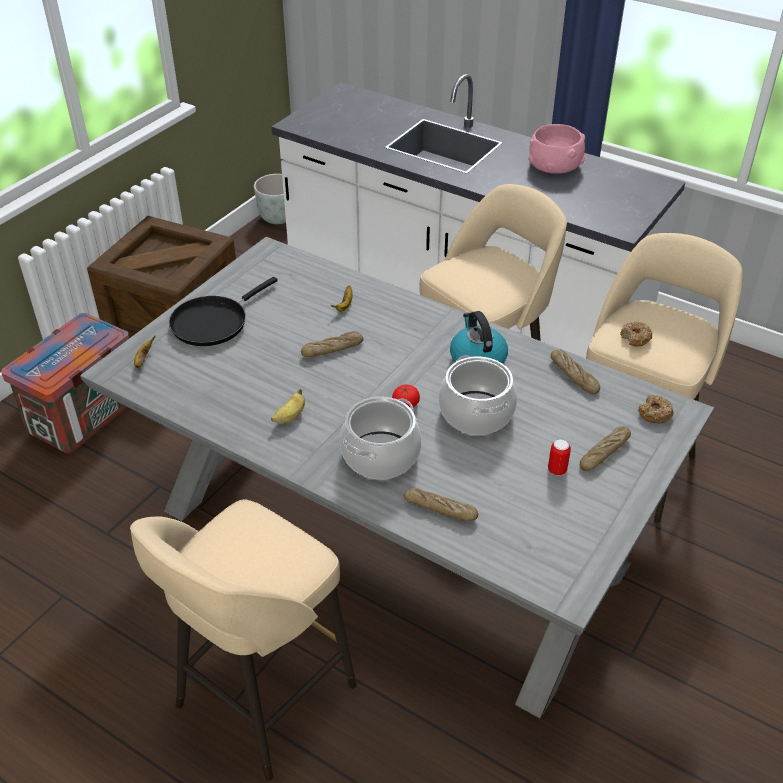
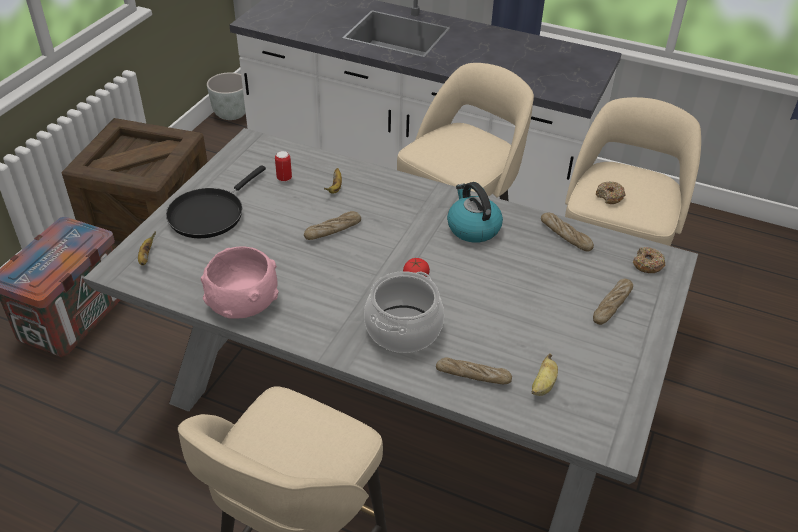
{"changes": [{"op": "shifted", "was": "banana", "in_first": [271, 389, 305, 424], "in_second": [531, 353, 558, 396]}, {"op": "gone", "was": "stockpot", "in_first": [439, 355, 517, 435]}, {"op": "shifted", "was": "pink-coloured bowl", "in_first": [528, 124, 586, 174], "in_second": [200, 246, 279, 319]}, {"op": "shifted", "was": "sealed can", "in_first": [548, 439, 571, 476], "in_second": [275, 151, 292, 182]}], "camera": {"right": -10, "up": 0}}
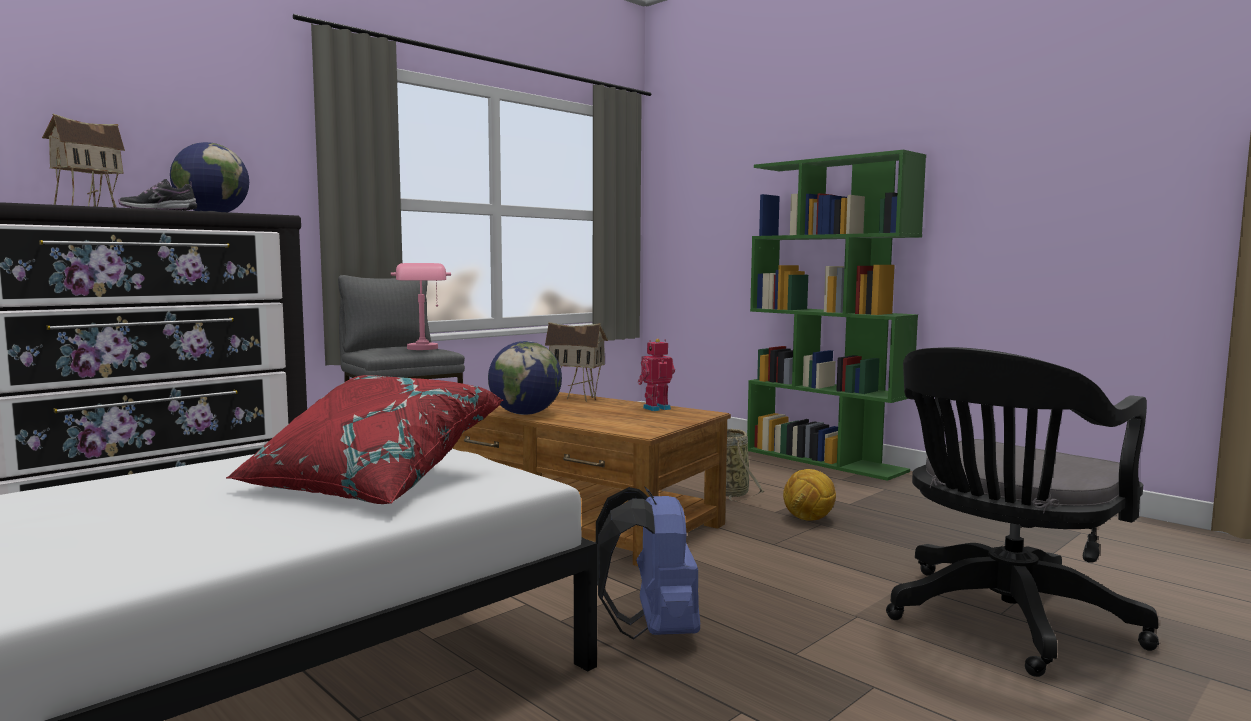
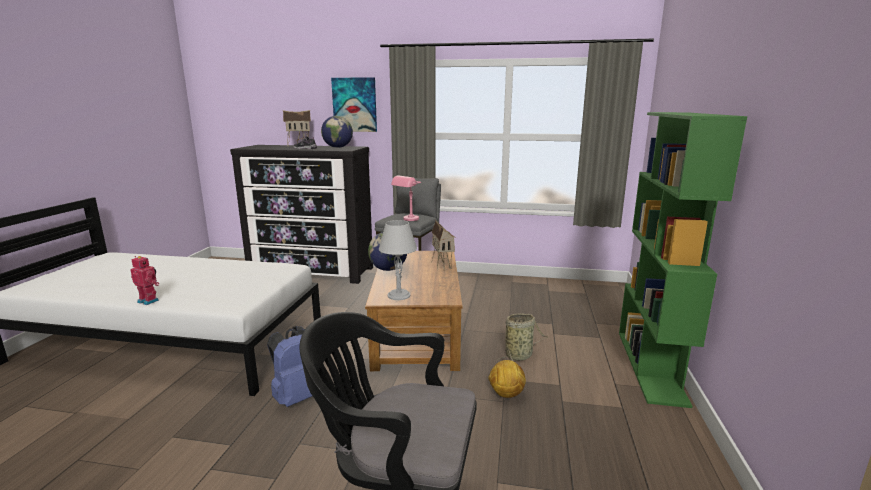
{"changes": [{"op": "gone", "was": "reddish throw pillow", "in_first": [226, 375, 504, 504]}, {"op": "shifted", "was": "robot figure", "in_first": [638, 339, 675, 411], "in_second": [130, 256, 159, 305]}, {"op": "new", "now": "picture", "in_second": [331, 77, 377, 132]}, {"op": "new", "now": "greyish table lamp", "in_second": [379, 220, 417, 300]}], "camera": {"right": 55, "up": 10}}
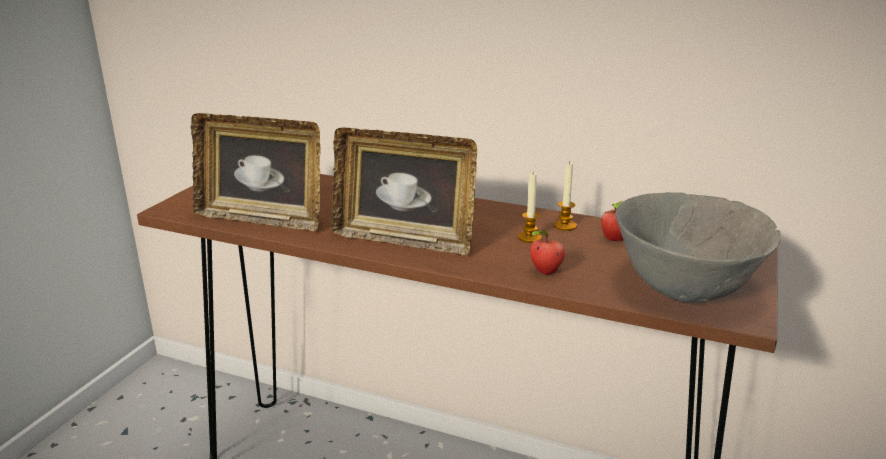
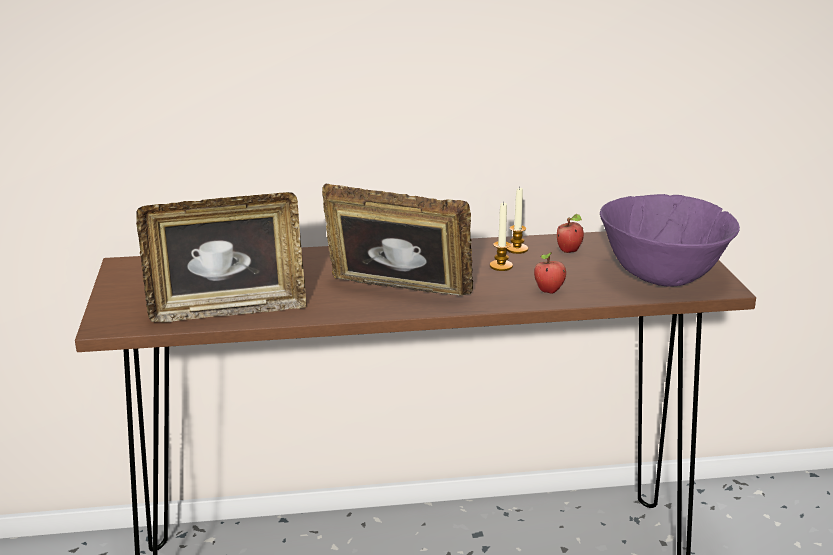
{"changes": [{"op": "rotated", "was": "picture frame", "in_first": [331, 127, 477, 255], "in_second": [322, 183, 473, 296], "clockwise": -150}, {"op": "repainted", "was": "greyish bowl", "now": "purplish bowl", "in_first": [616, 192, 781, 302], "in_second": [600, 194, 740, 287]}], "camera": {"right": -30, "up": 0}}
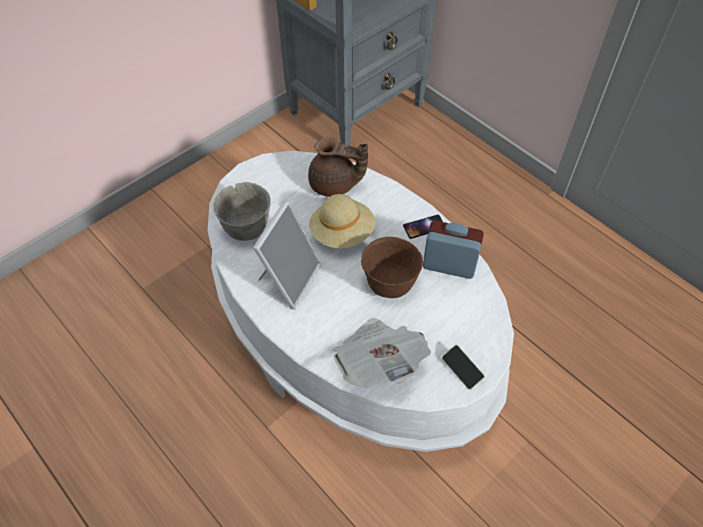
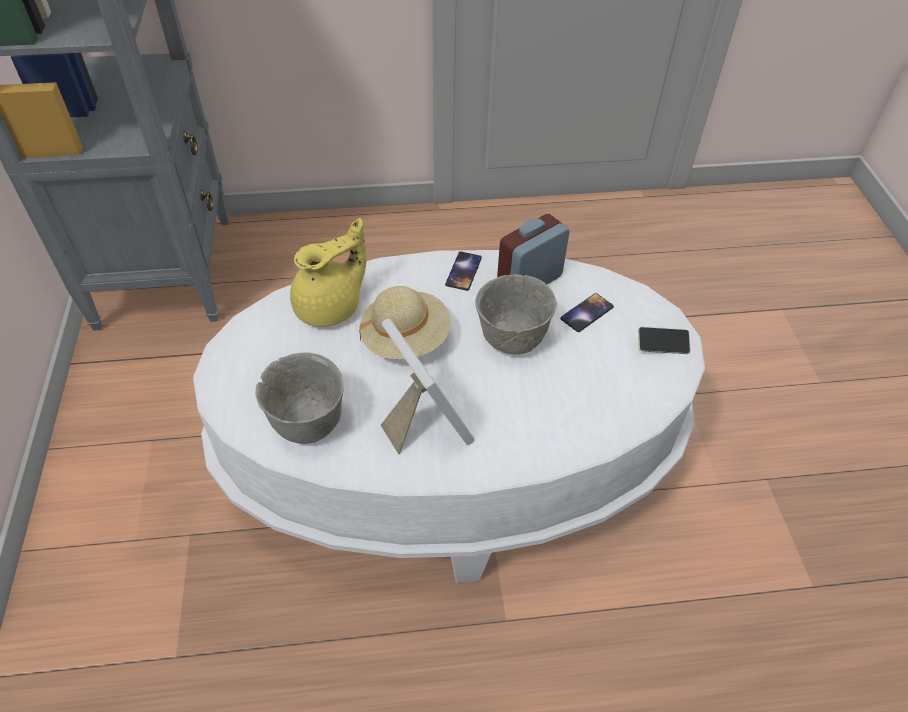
{"changes": [{"op": "repainted", "was": "brownish tea pot", "now": "yellow-coloured tea pot", "in_first": [308, 137, 368, 197], "in_second": [290, 218, 367, 327]}, {"op": "gone", "was": "newspaper", "in_first": [332, 318, 431, 388]}, {"op": "repainted", "was": "brownish bowl", "now": "greyish bowl", "in_first": [361, 237, 423, 298], "in_second": [475, 274, 557, 354]}, {"op": "new", "now": "phone", "in_second": [560, 293, 614, 332]}], "camera": {"right": -55, "up": -5}}
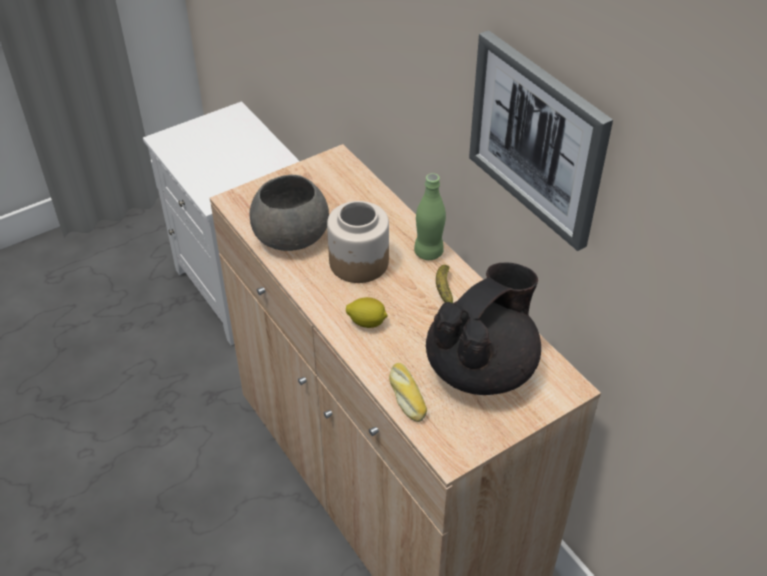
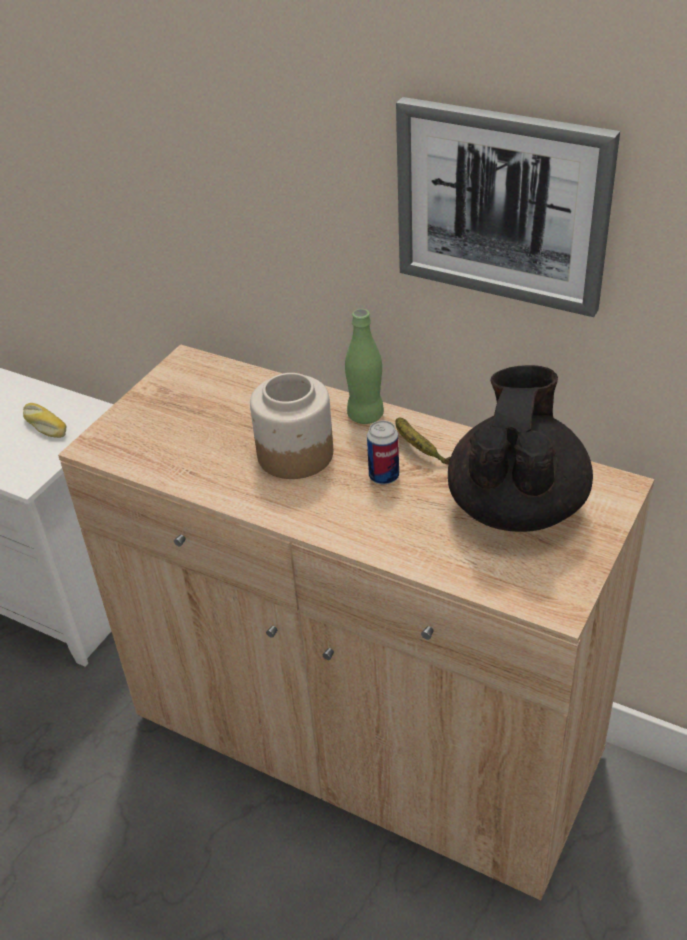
{"changes": [{"op": "gone", "was": "greyish bowl", "in_first": [250, 175, 329, 251]}, {"op": "gone", "was": "lemon", "in_first": [346, 297, 388, 328]}, {"op": "shifted", "was": "baked bread", "in_first": [389, 363, 427, 422], "in_second": [23, 403, 66, 438]}, {"op": "new", "now": "sealed can", "in_second": [367, 421, 399, 484]}], "camera": {"right": -25, "up": -5}}
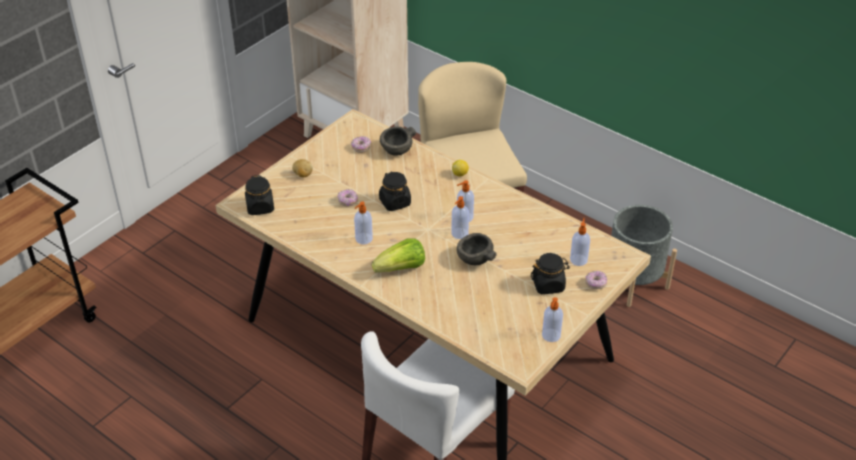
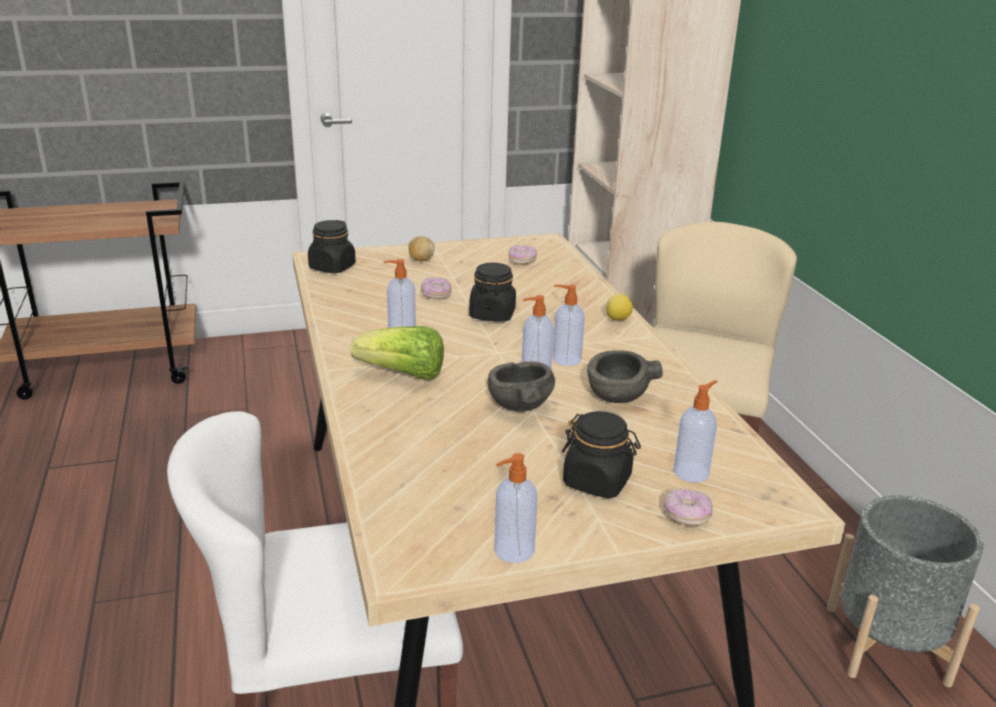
{"changes": [{"op": "shifted", "was": "greyish bowl", "in_first": [380, 126, 416, 156], "in_second": [587, 350, 663, 403]}], "camera": {"right": 35, "up": -15}}
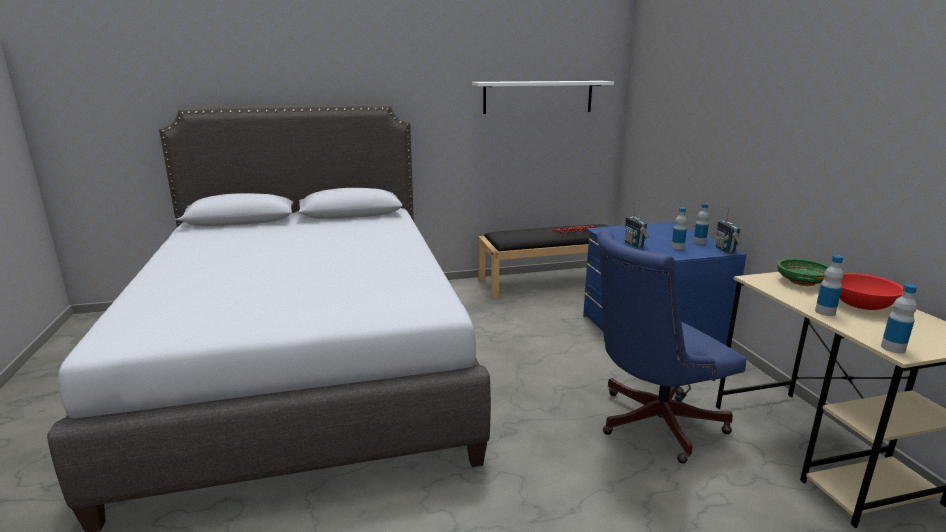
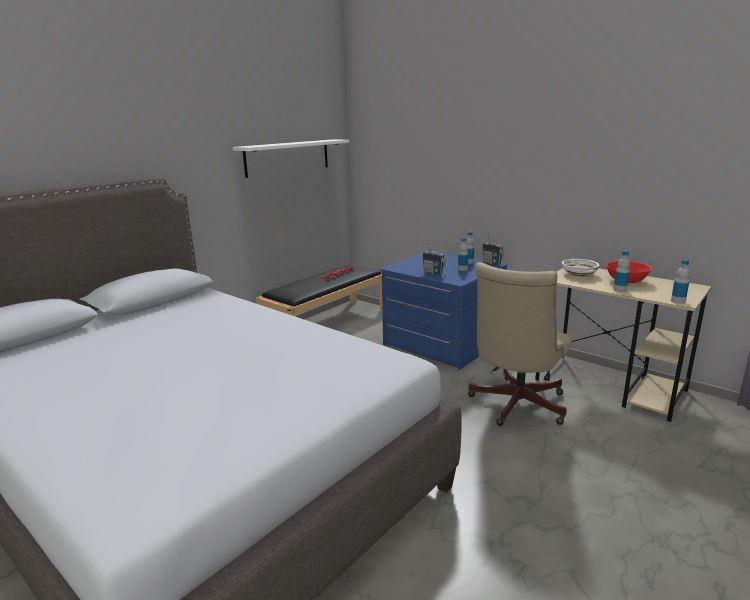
{"changes": [{"op": "repainted", "was": "blue-coloured office chair", "now": "sand-coloured office chair", "in_first": [597, 229, 746, 463], "in_second": [468, 262, 572, 426]}, {"op": "repainted", "was": "greenish bowl", "now": "whitish bowl", "in_first": [777, 258, 830, 286], "in_second": [562, 259, 600, 277]}], "camera": {"right": -35, "up": 0}}
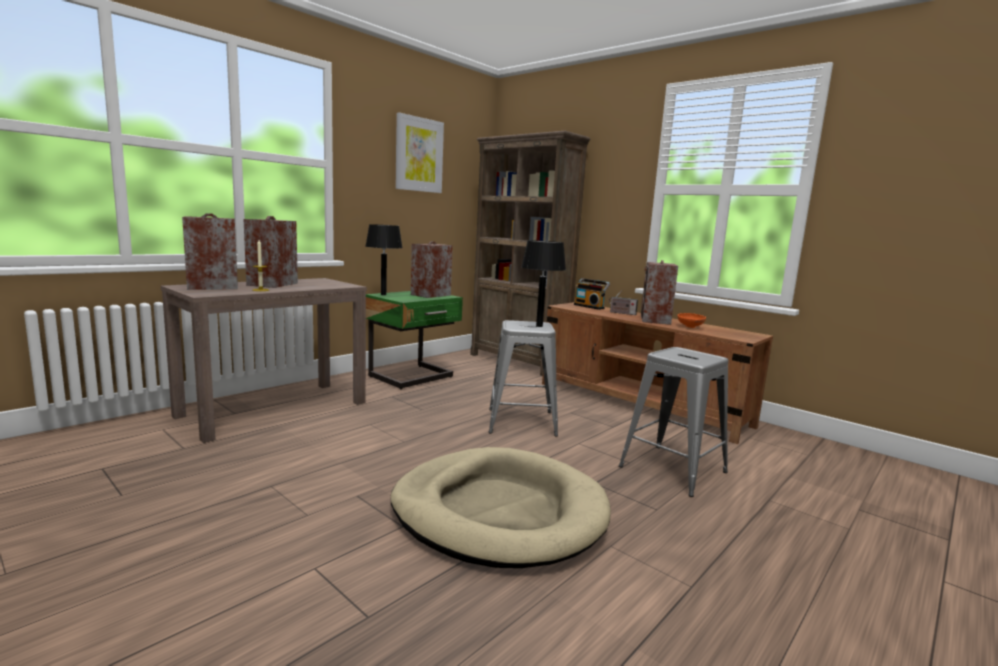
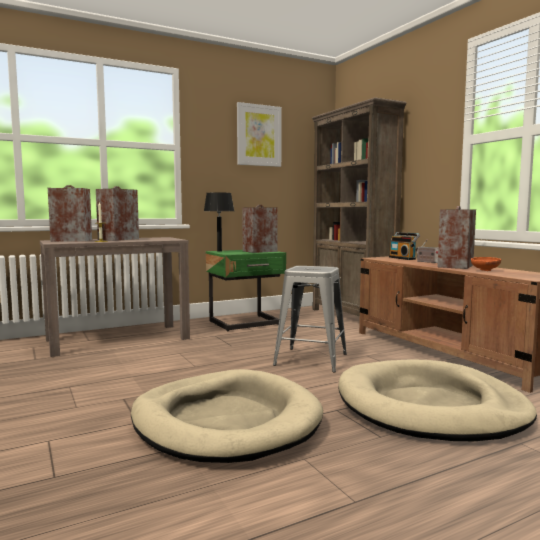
{"changes": [{"op": "gone", "was": "blackish table lamp", "in_first": [521, 240, 566, 327]}, {"op": "swapped", "was": "greyish sitting stool", "now": "sand-coloured pet bed", "in_first": [619, 347, 729, 497], "in_second": [338, 359, 537, 441]}], "camera": {"right": 20, "up": -5}}
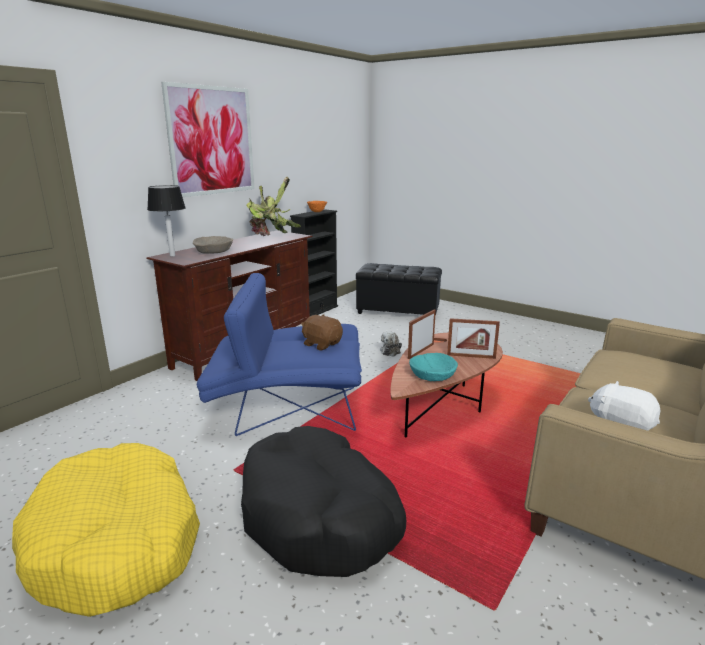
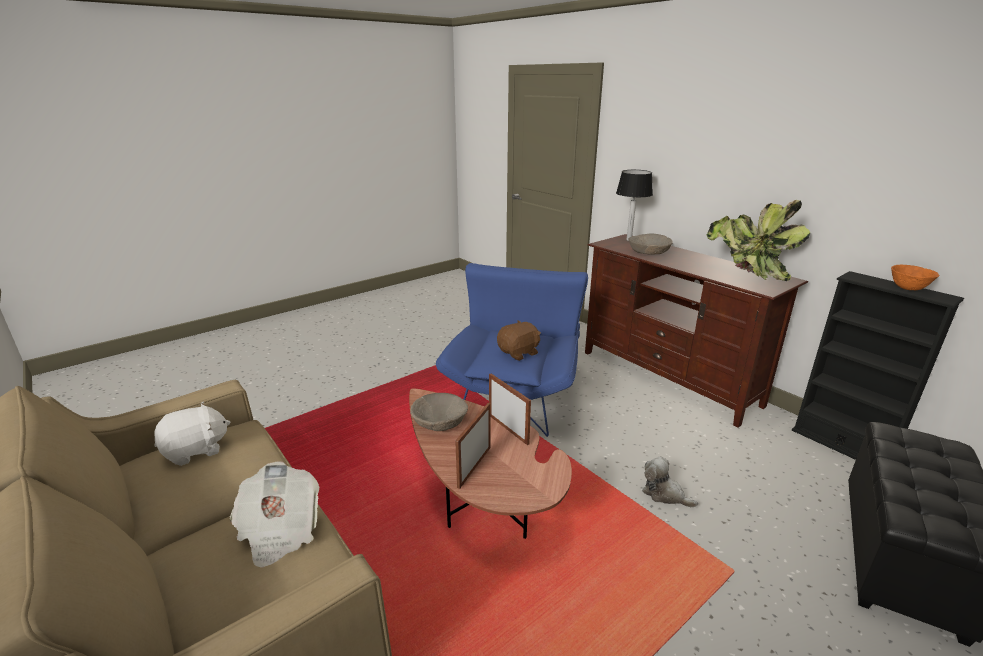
{"changes": [{"op": "gone", "was": "yellow-coloured pet bed", "in_first": [12, 443, 200, 617]}, {"op": "gone", "was": "picture", "in_first": [161, 82, 254, 197]}, {"op": "gone", "was": "blackish pet bed", "in_first": [241, 426, 406, 577]}, {"op": "repainted", "was": "turquoise bowl", "now": "sand-coloured bowl", "in_first": [409, 353, 458, 381], "in_second": [410, 393, 468, 431]}, {"op": "new", "now": "newspaper", "in_second": [230, 461, 319, 568]}], "camera": {"right": 105, "up": 5}}
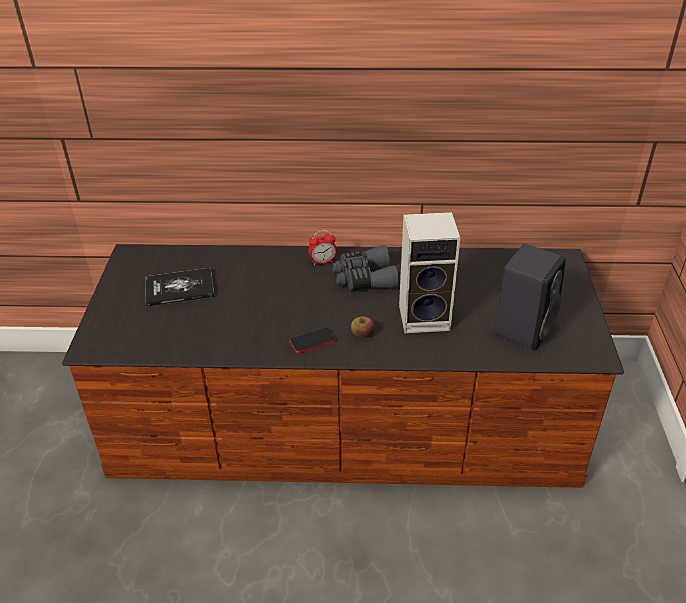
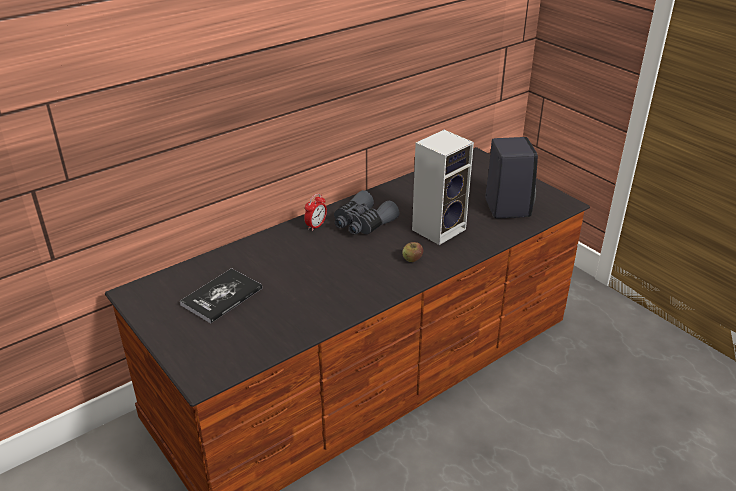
{"changes": [{"op": "gone", "was": "phone", "in_first": [290, 327, 336, 354]}], "camera": {"right": -40, "up": -5}}
